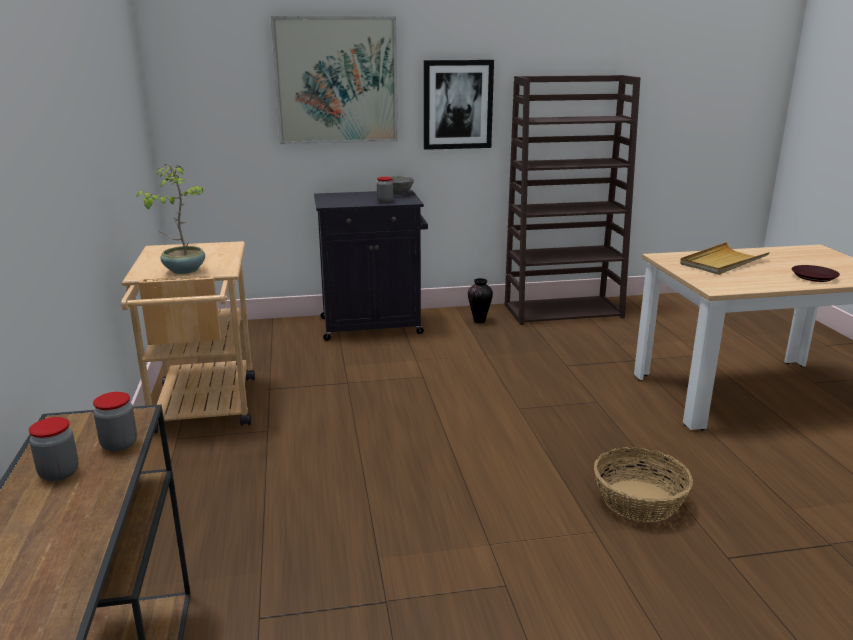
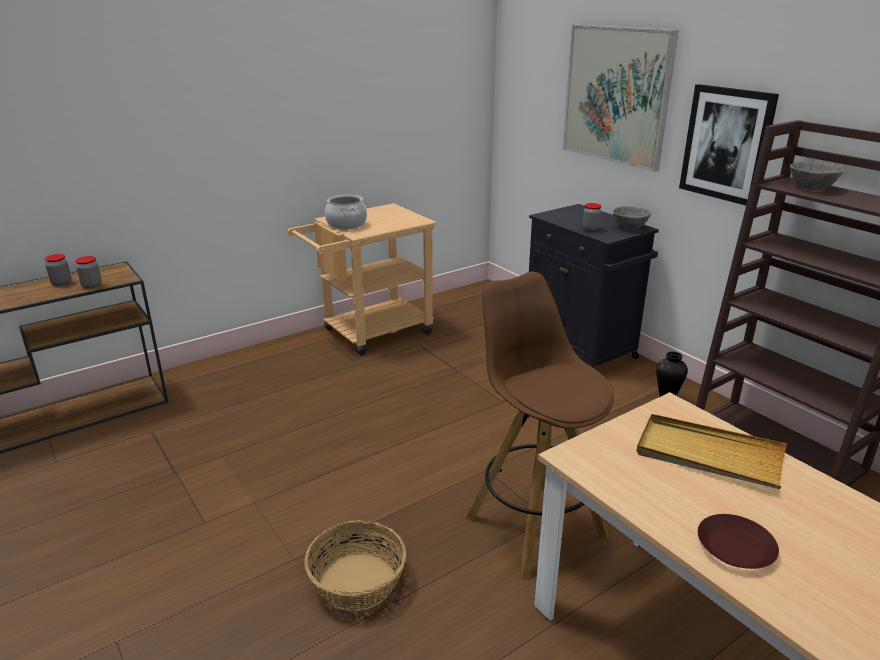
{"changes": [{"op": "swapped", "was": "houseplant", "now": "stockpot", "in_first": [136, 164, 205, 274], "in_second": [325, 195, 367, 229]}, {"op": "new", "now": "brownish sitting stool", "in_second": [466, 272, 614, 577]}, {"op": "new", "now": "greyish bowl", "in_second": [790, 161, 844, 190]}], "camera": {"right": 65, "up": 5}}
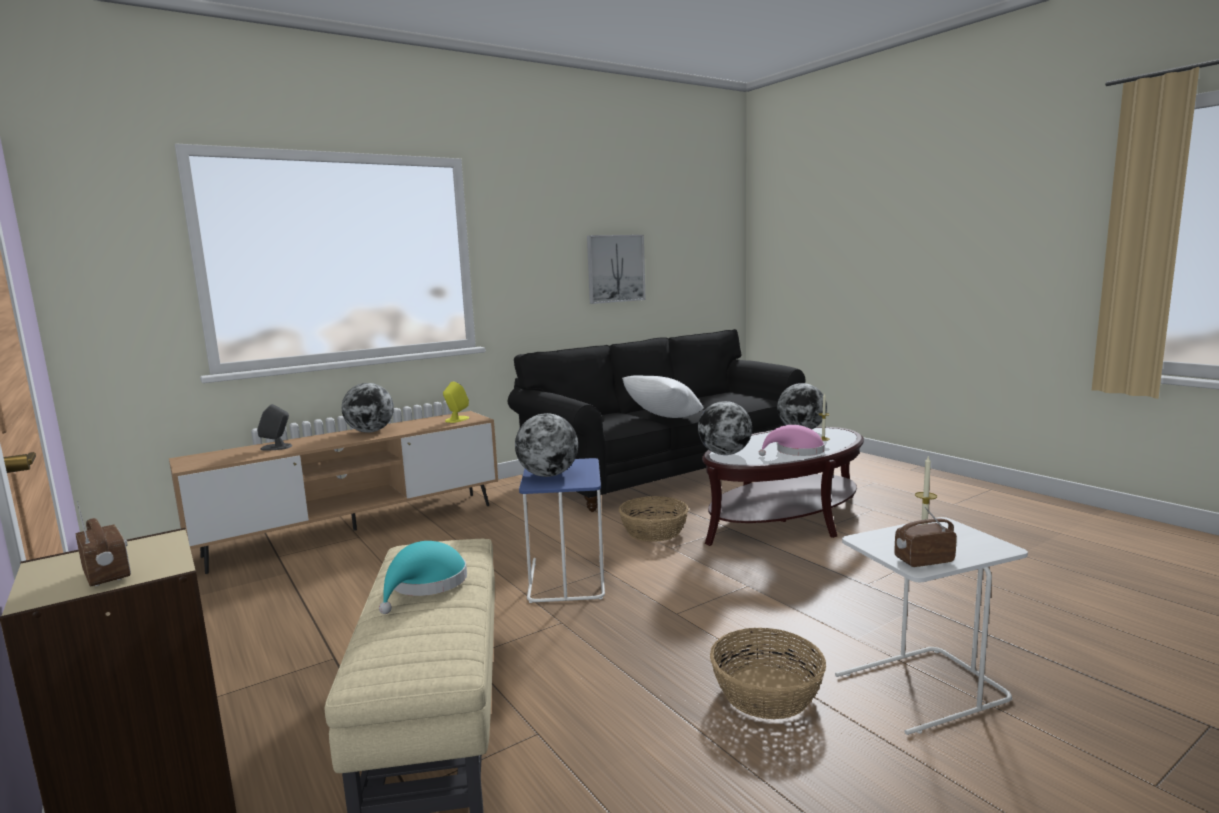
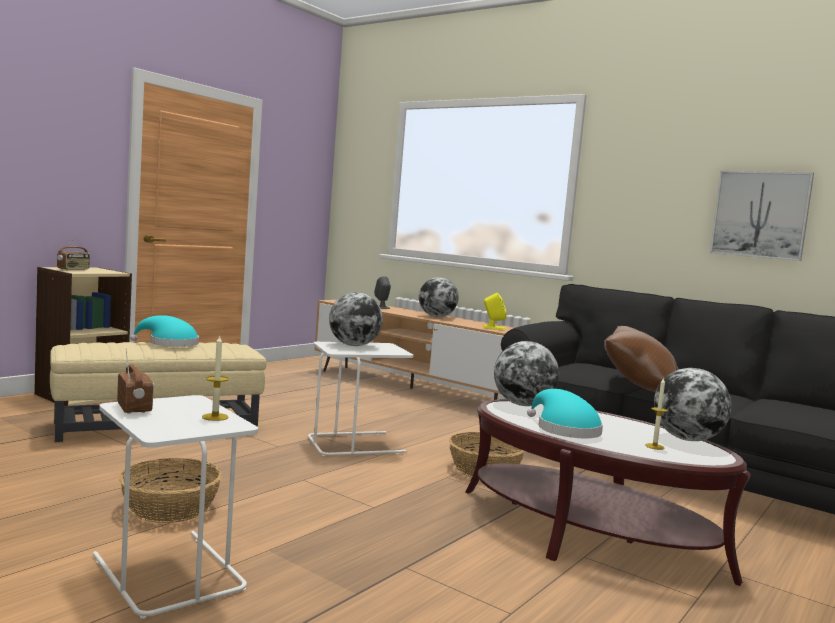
{"changes": [{"op": "repainted", "was": "blue-coloured accent table", "now": "whitish accent table", "in_first": [519, 458, 605, 603], "in_second": [308, 342, 413, 456]}, {"op": "repainted", "was": "whitish throw pillow", "now": "brownish throw pillow", "in_first": [622, 375, 704, 418], "in_second": [604, 326, 679, 392]}, {"op": "repainted", "was": "pink-coloured wearable hat", "now": "turquoise wearable hat", "in_first": [759, 425, 825, 456], "in_second": [527, 389, 603, 438]}], "camera": {"right": 70, "up": -5}}
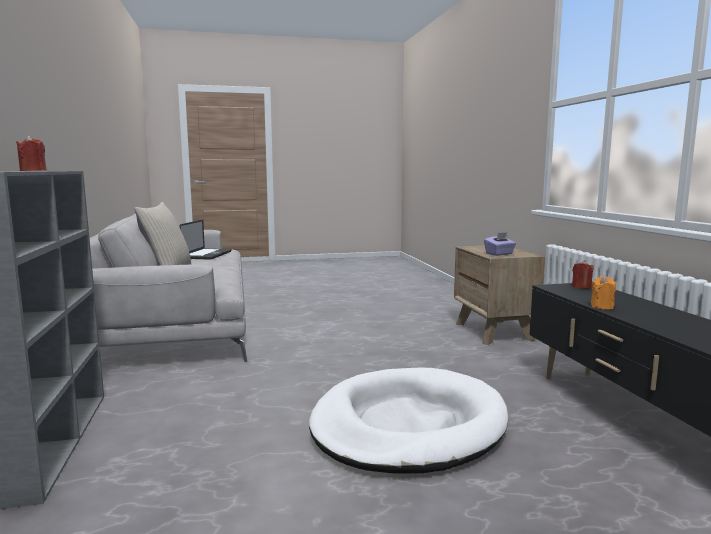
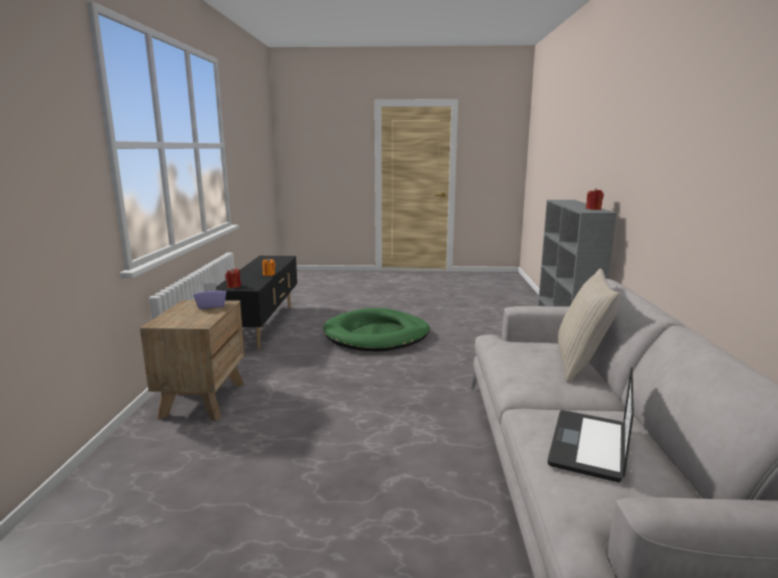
{"changes": [{"op": "repainted", "was": "whitish pet bed", "now": "greenish pet bed", "in_first": [309, 368, 508, 473], "in_second": [323, 308, 430, 351]}], "camera": {"right": -165, "up": 5}}
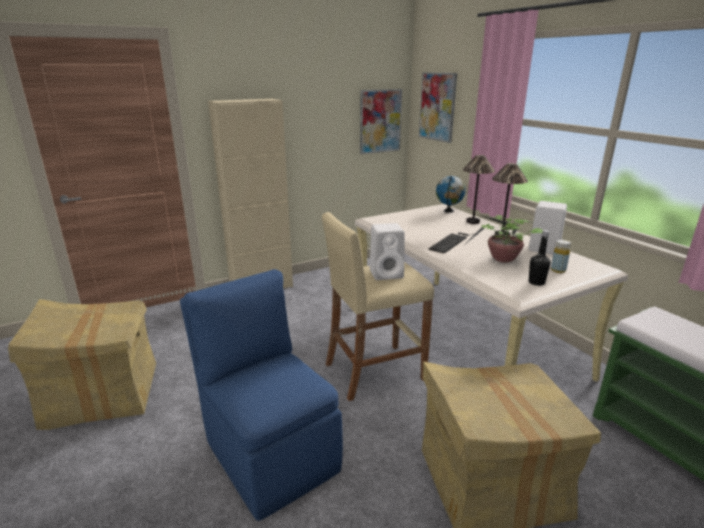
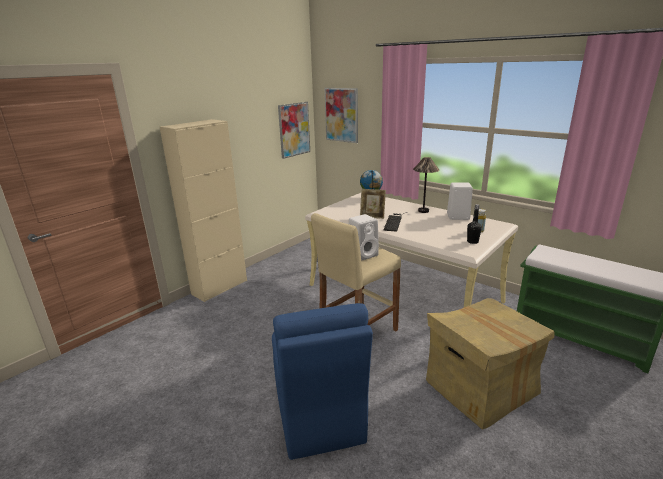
{"changes": [{"op": "gone", "was": "packing box", "in_first": [8, 299, 156, 430]}, {"op": "rotated", "was": "blue-coloured plain chair", "in_first": [180, 269, 343, 521], "in_second": [272, 303, 373, 460], "clockwise": -135}, {"op": "gone", "was": "table lamp", "in_first": [463, 155, 495, 224]}, {"op": "gone", "was": "houseplant", "in_first": [468, 215, 543, 263]}, {"op": "new", "now": "picture frame", "in_second": [360, 189, 386, 219]}], "camera": {"right": -20, "up": 0}}
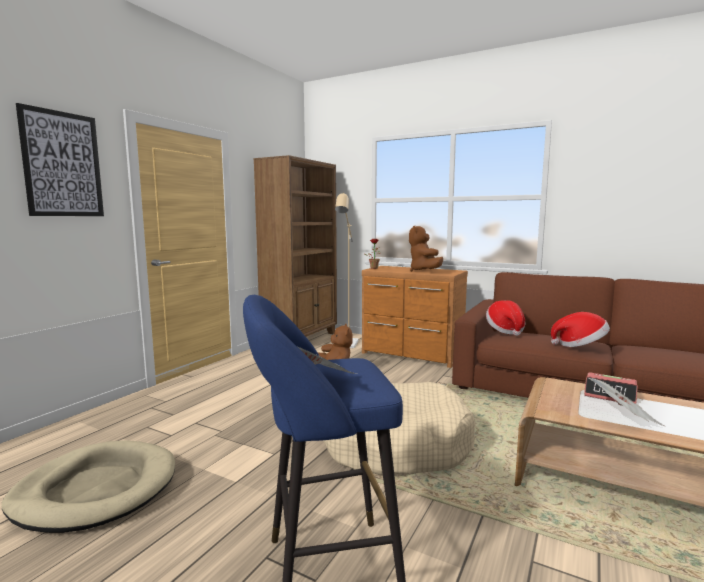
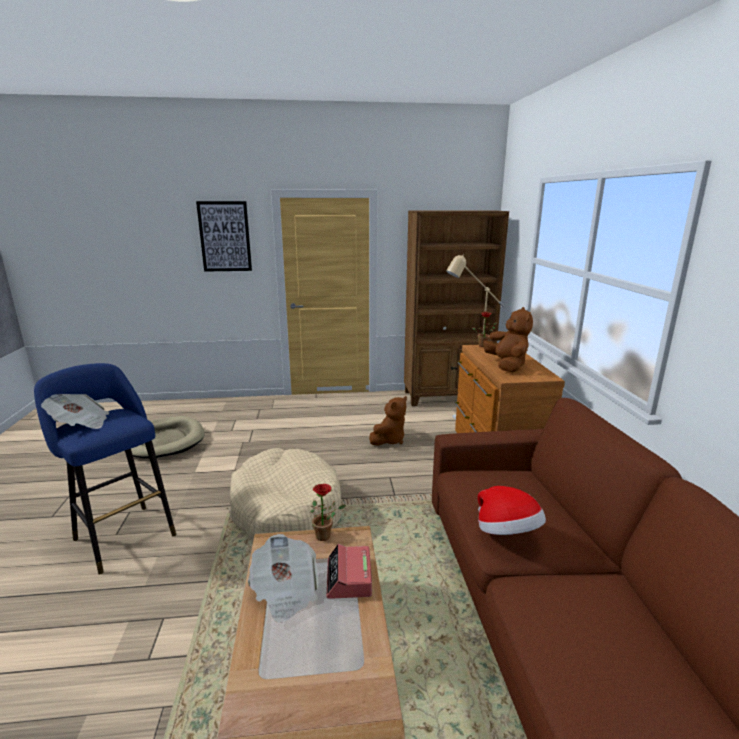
{"changes": [{"op": "rotated", "was": "brownish plush toy", "in_first": [409, 226, 443, 272], "in_second": [483, 307, 533, 372], "clockwise": 120}, {"op": "gone", "was": "wearable hat", "in_first": [486, 300, 526, 336]}, {"op": "new", "now": "houseplant", "in_second": [310, 484, 346, 541]}], "camera": {"right": 55, "up": 10}}
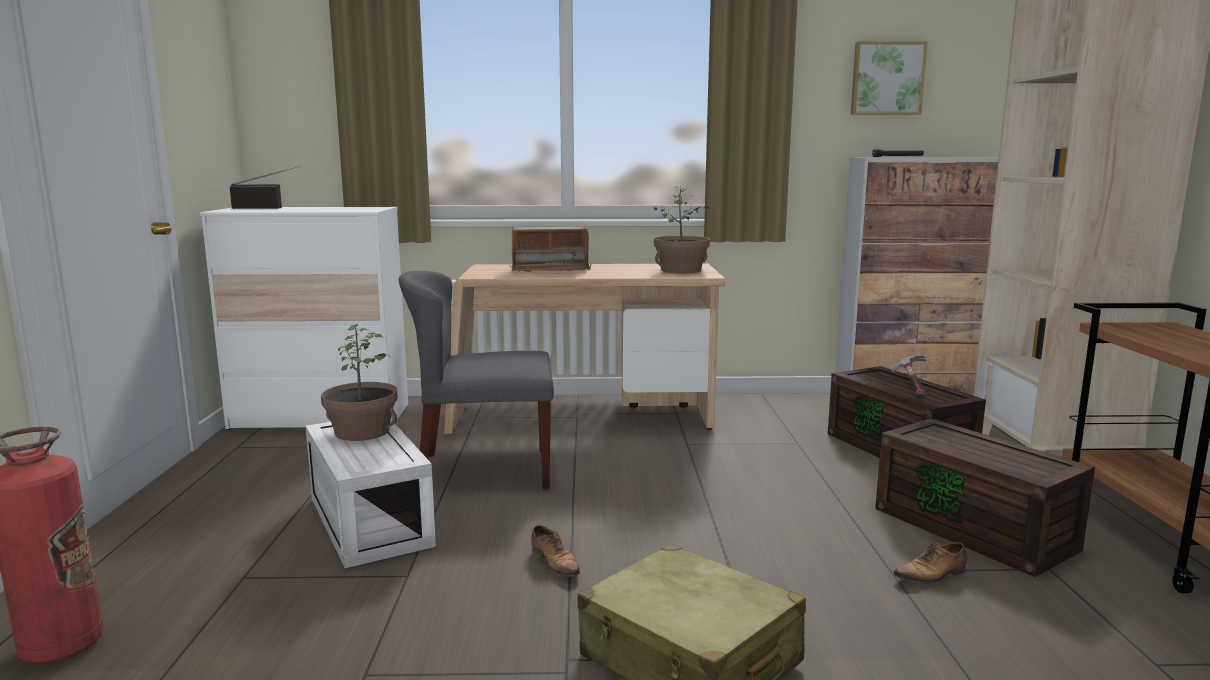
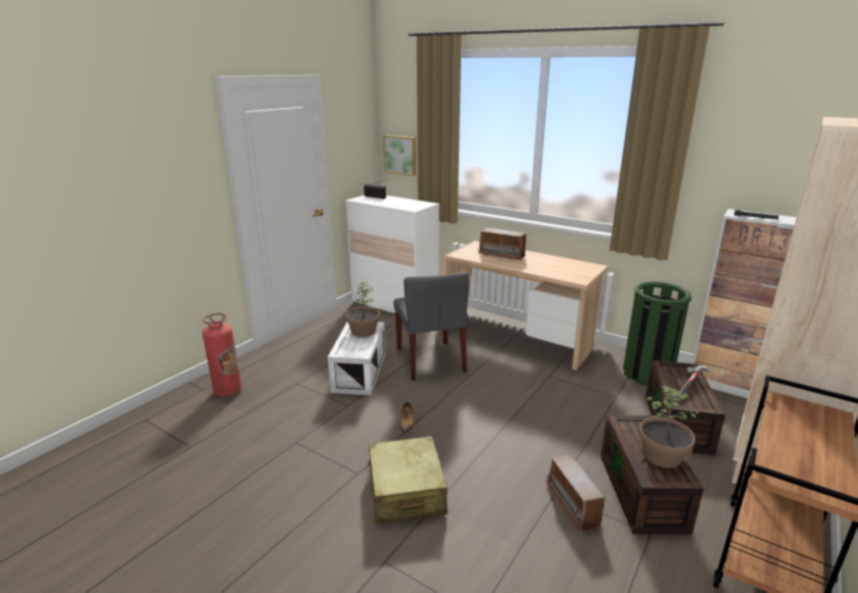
{"changes": [{"op": "rotated", "was": "greyish plain chair", "in_first": [399, 271, 554, 490], "in_second": [394, 271, 469, 381], "clockwise": -135}, {"op": "shifted", "was": "houseplant", "in_first": [654, 186, 710, 273], "in_second": [637, 386, 699, 468]}, {"op": "shifted", "was": "picture", "in_first": [851, 41, 928, 115], "in_second": [383, 135, 416, 176]}, {"op": "swapped", "was": "item of footwear", "now": "radio", "in_first": [893, 542, 967, 584], "in_second": [546, 454, 607, 534]}, {"op": "new", "now": "greenish trash can", "in_second": [623, 282, 692, 386]}], "camera": {"right": 35, "up": 10}}
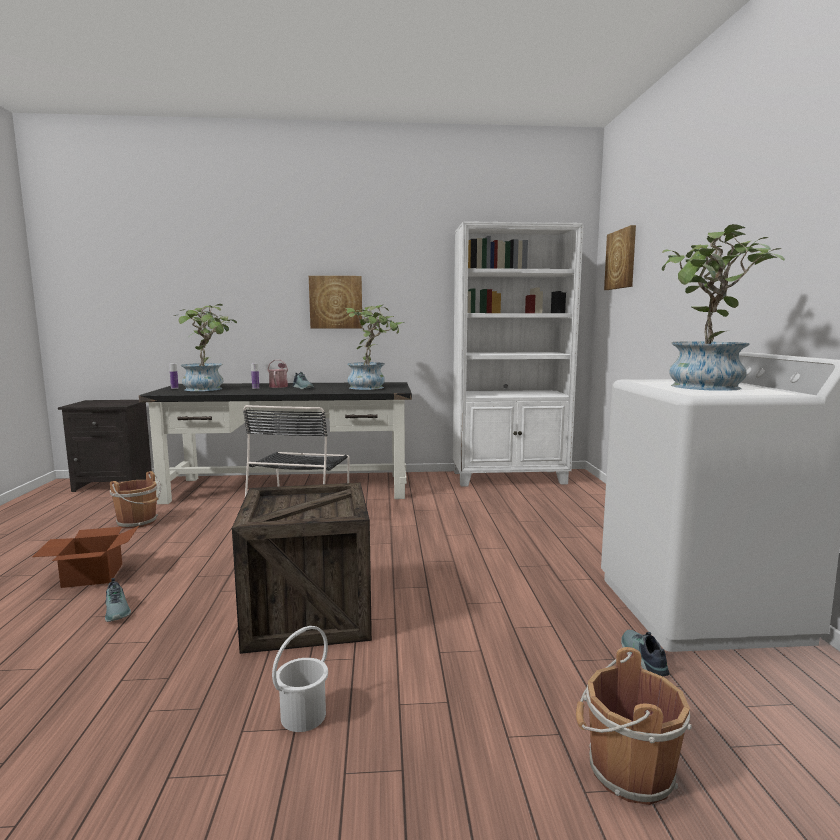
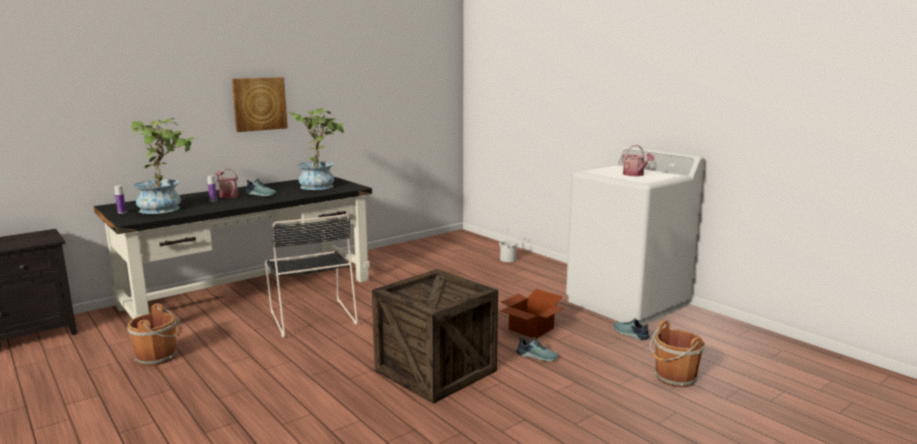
{"changes": [{"op": "shifted", "was": "packing box", "in_first": [32, 526, 139, 588], "in_second": [501, 289, 564, 339]}, {"op": "shifted", "was": "item of footwear", "in_first": [105, 578, 131, 622], "in_second": [516, 337, 558, 361]}, {"op": "shifted", "was": "whitish water bucket", "in_first": [272, 626, 328, 732], "in_second": [499, 227, 518, 262]}, {"op": "gone", "was": "whitish bookcase", "in_first": [453, 221, 584, 487]}, {"op": "gone", "was": "picture", "in_first": [604, 225, 636, 290]}, {"op": "swapped", "was": "houseplant", "now": "watering can", "in_first": [662, 224, 785, 391], "in_second": [622, 145, 654, 176]}], "camera": {"right": -35, "up": 5}}
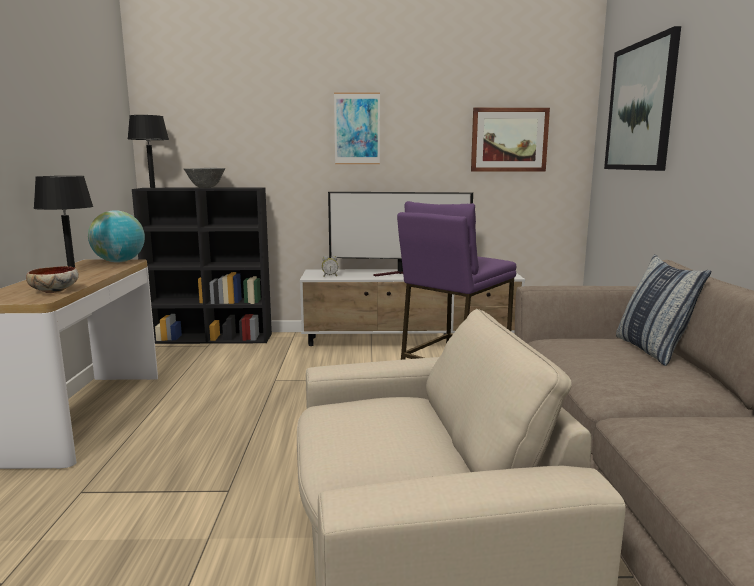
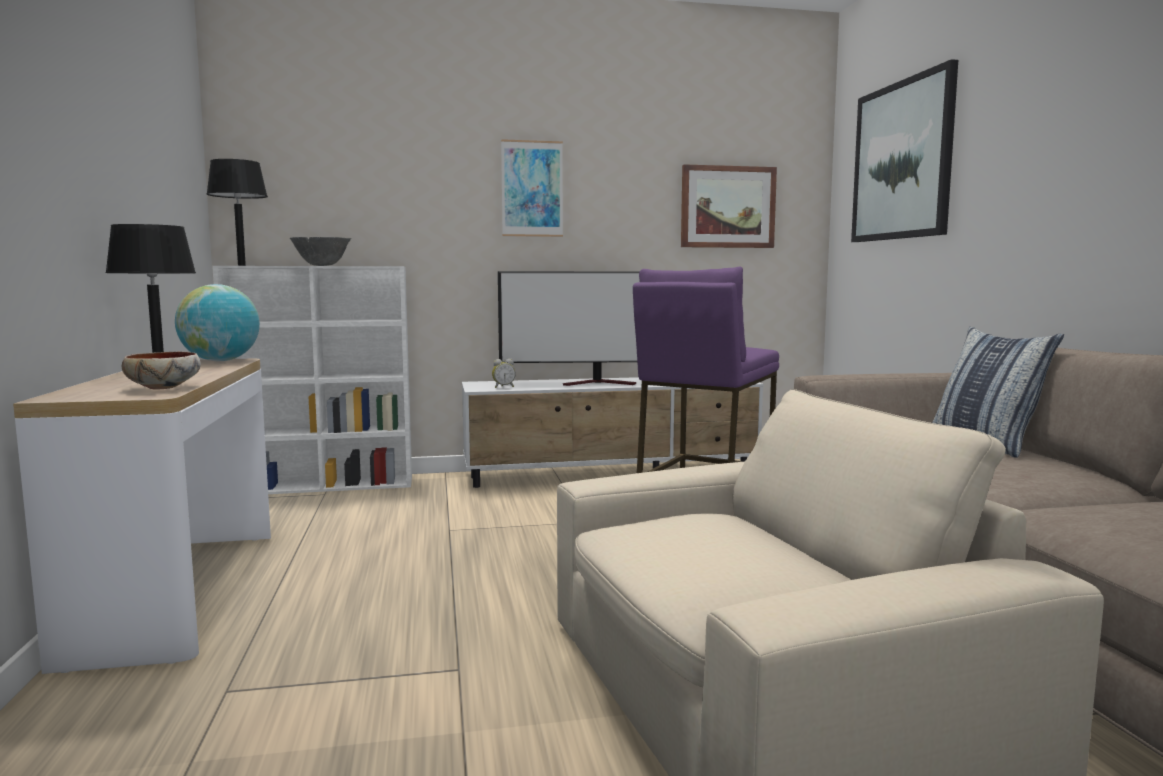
{"changes": [{"op": "repainted", "was": "blackish bookcase", "now": "whitish bookcase", "in_first": [132, 188, 272, 344], "in_second": [212, 266, 412, 494]}], "camera": {"right": -10, "up": -5}}
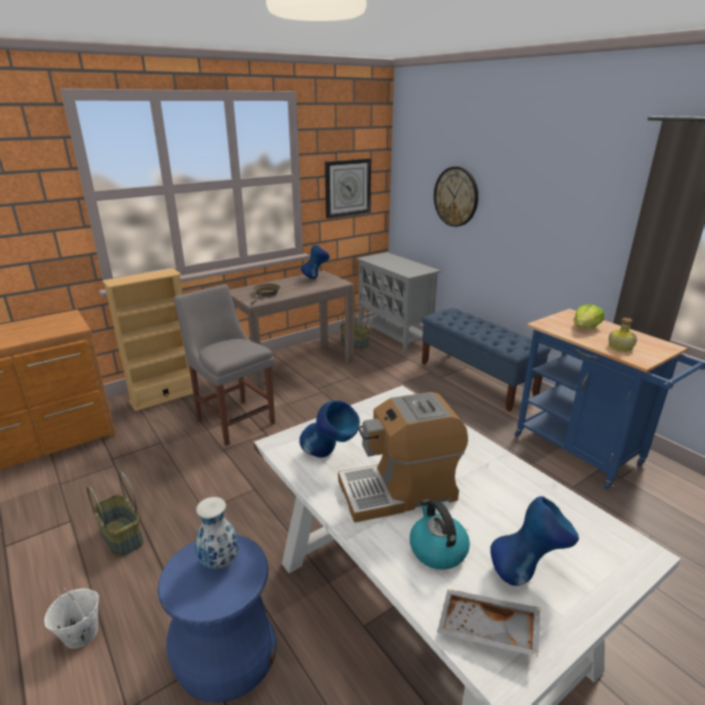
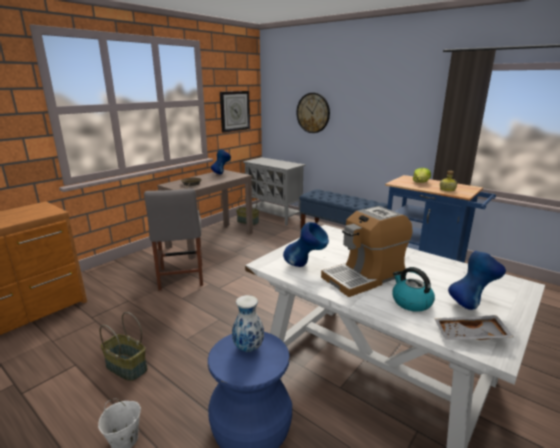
{"changes": [{"op": "gone", "was": "sand-coloured bookcase", "in_first": [102, 268, 193, 411]}, {"op": "rotated", "was": "greyish plain chair", "in_first": [174, 284, 275, 446], "in_second": [144, 188, 203, 290], "clockwise": -135}], "camera": {"right": -15, "up": -5}}
